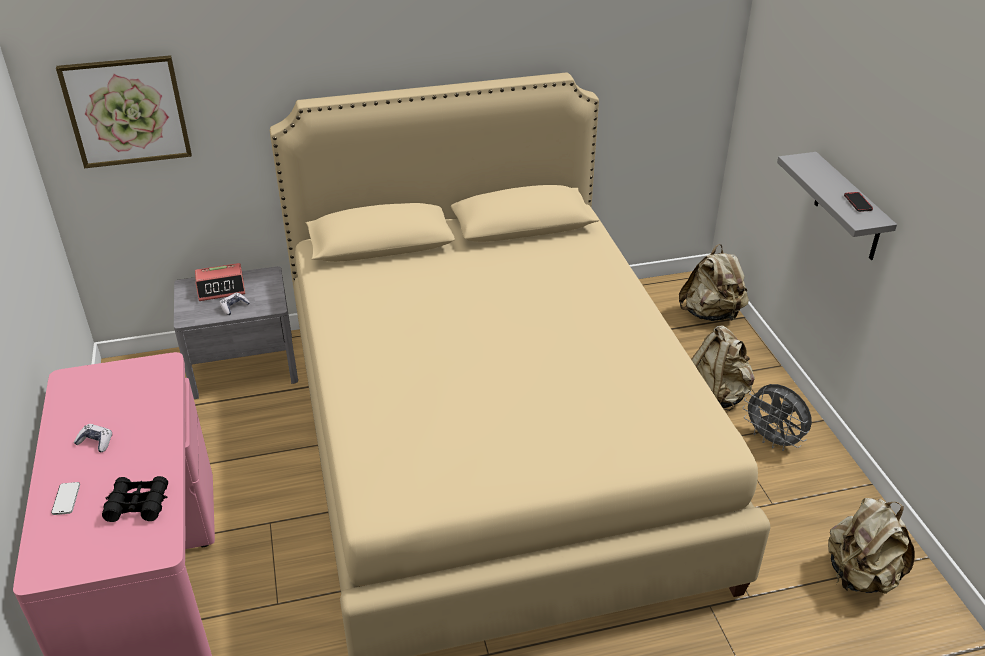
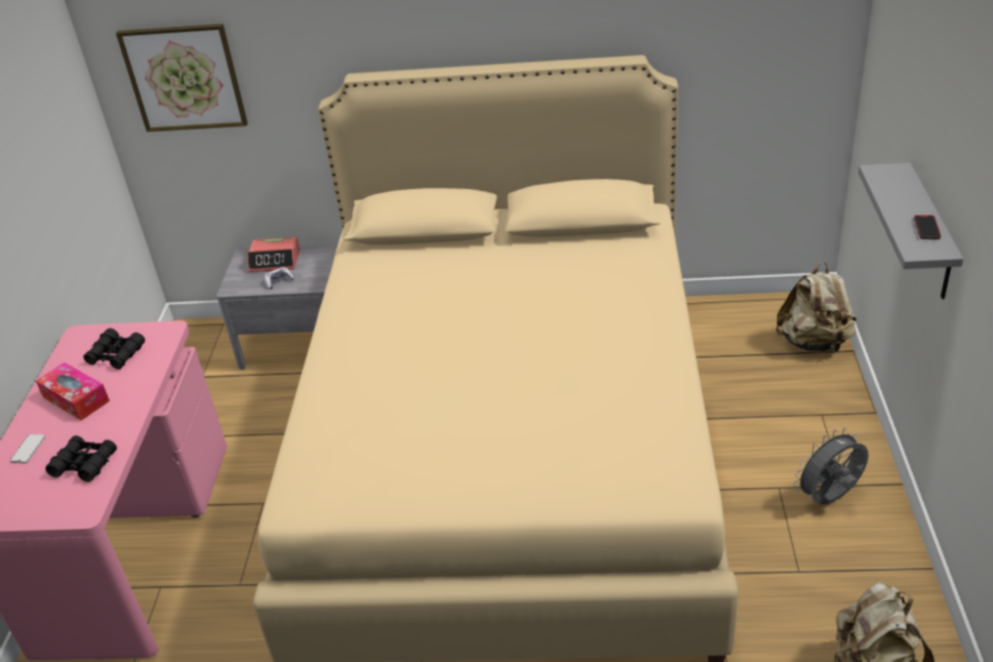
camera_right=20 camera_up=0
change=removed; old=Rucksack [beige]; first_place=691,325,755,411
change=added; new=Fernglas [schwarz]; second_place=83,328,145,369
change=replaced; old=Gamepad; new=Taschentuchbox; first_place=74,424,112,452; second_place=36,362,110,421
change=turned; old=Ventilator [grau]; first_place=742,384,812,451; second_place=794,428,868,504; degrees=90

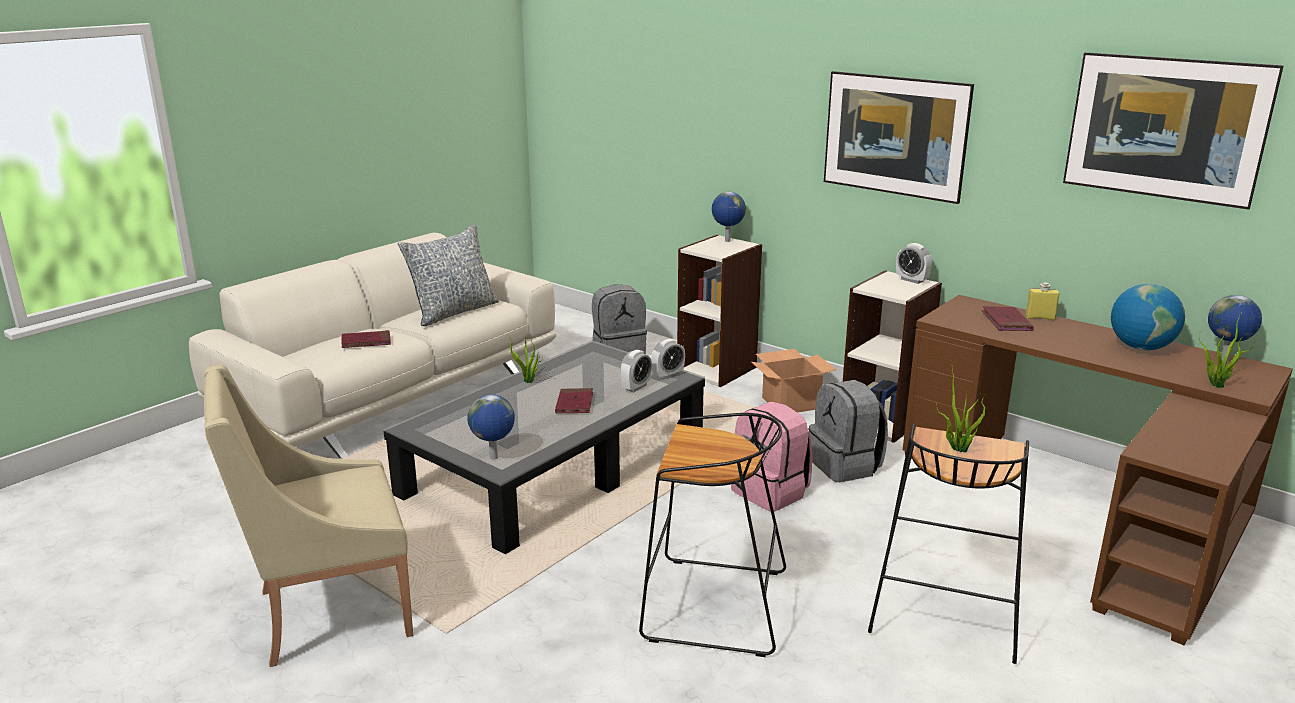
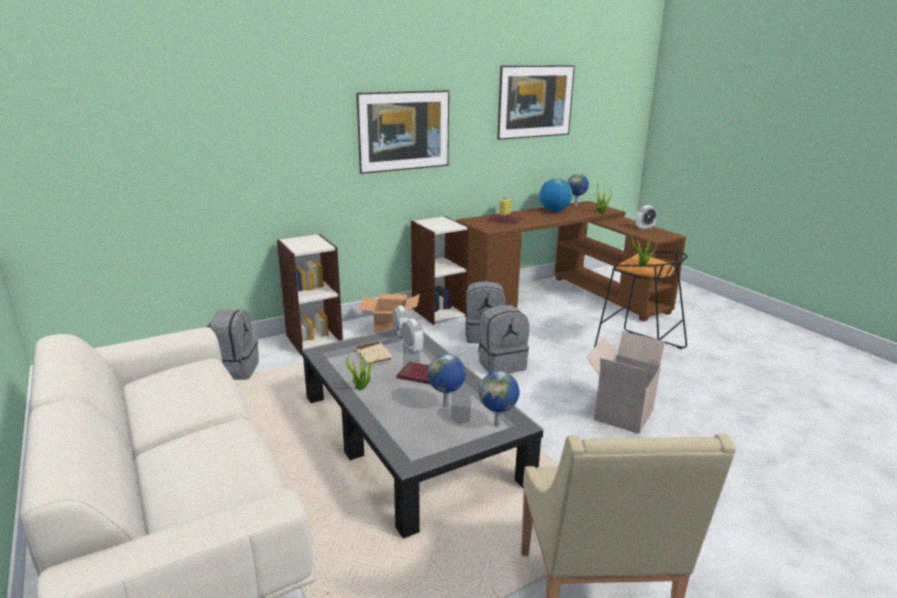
camera_right=-70 camera_up=0
change=removed; old=Buch [rot]; first_place=341,330,391,348
change=removed; old=Kissen; first_place=398,224,499,326
change=added; new=Buch [beige]; second_place=355,341,393,366
change=moved; old=Globus; first_place=711,192,746,242; second_place=427,354,466,407
change=moved; old=Wecker; first_place=896,243,932,284; second_place=635,205,657,230
change=replaced; old=Hocker [schwarz]; new=Karton; first_place=639,413,786,657; second_place=586,331,671,434
change=recoloured; old=Rucksack [rosa]; new=Rucksack [grau]; first_place=731,401,812,512; second_place=478,305,529,373

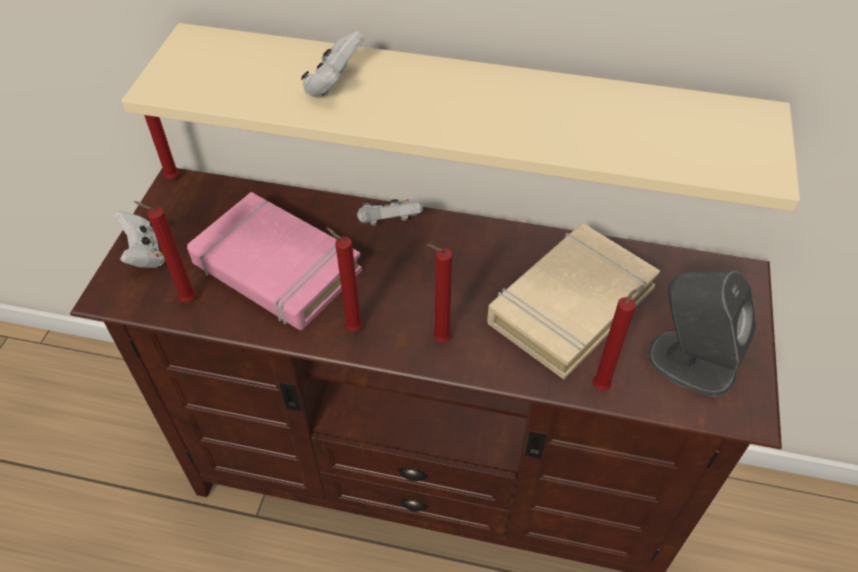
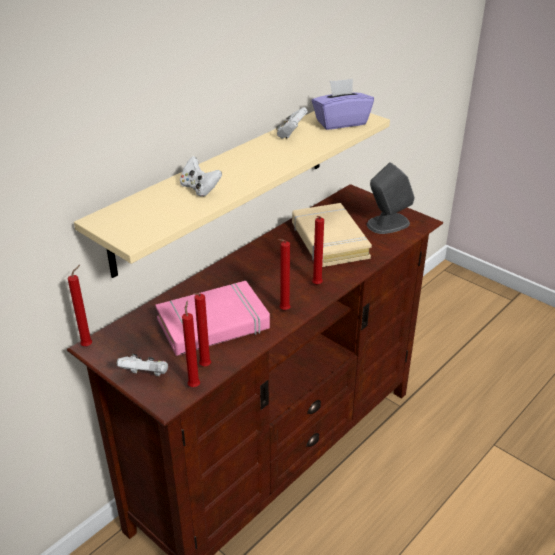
camera_right=-60 camera_up=-15
change=added; new=Taschentuchbox [lila]; second_place=312,78,374,130
change=moved; old=Gamepad [weiß]; first_place=357,199,423,226; second_place=276,107,308,139
change=moved; old=Kerze [rot]; first_place=592,285,644,391; second_place=182,301,200,387

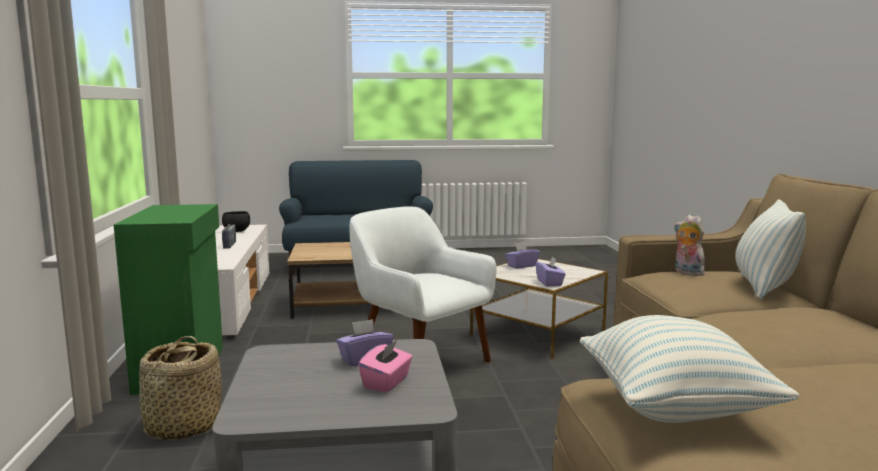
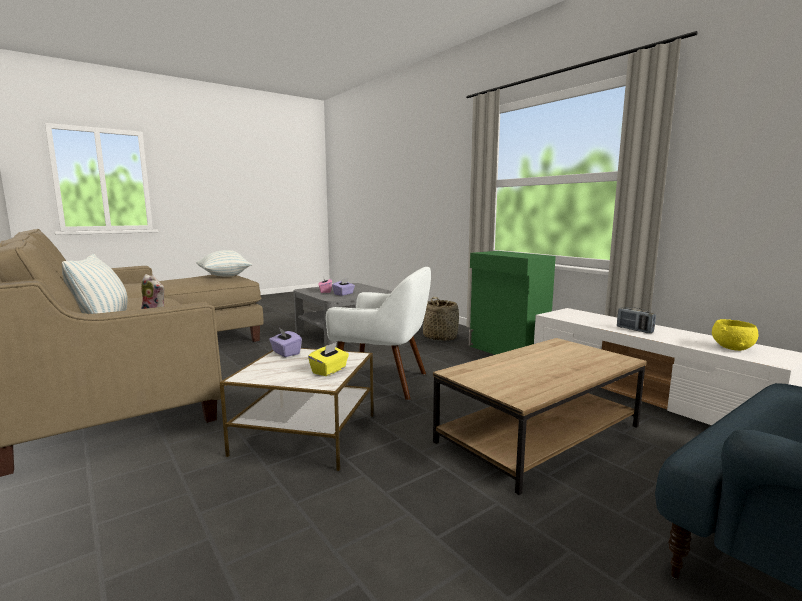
camera_right=150 camera_up=0
change=recoloured; old=Schüssel [schwarz]; new=Schüssel [gelb]; first_place=222,211,250,232; second_place=712,319,758,351
change=recoloured; old=Taschentuchbox [lila]; new=Taschentuchbox [gelb]; first_place=505,242,540,269; second_place=308,342,349,376

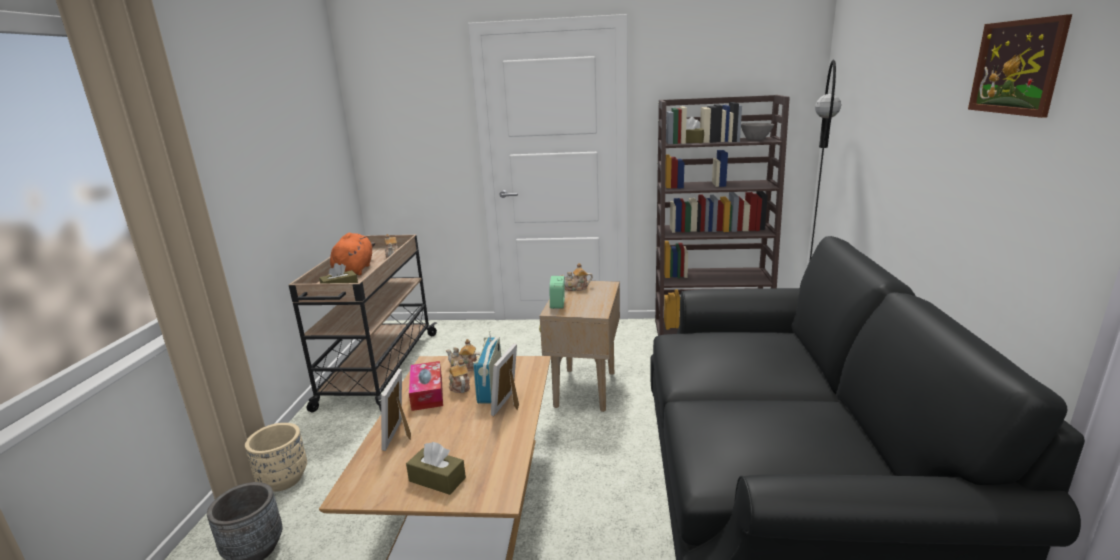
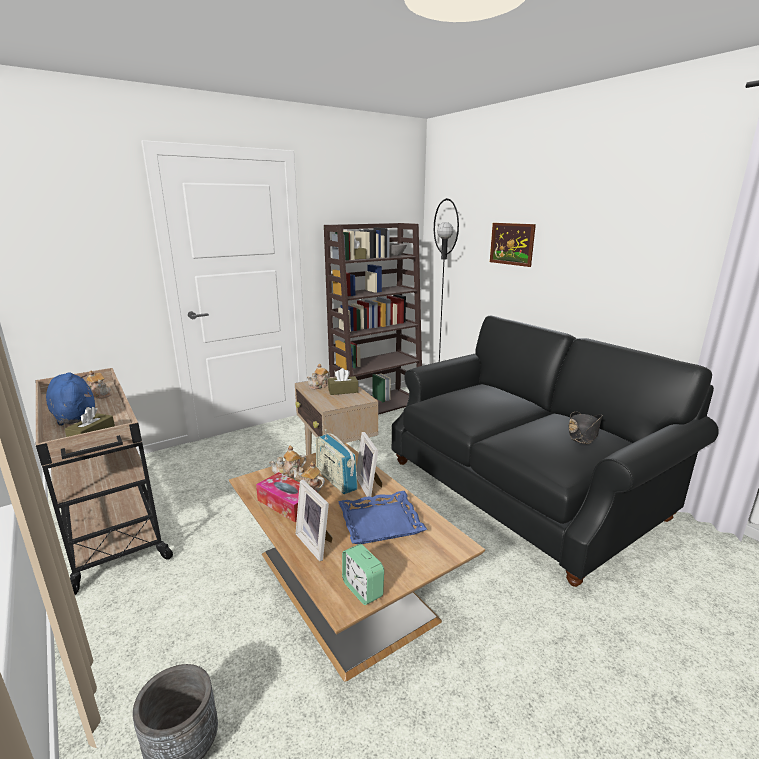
camera_right=-40 camera_up=0
change=removed; old=Pflanzkübel [beige]; first_place=245,423,307,492
change=added; new=Tablett [blau]; second_place=338,491,427,544
change=added; new=Hut [schwarz]; second_place=568,411,602,444
change=moved; old=Taschentuchbox [braun]; first_place=406,442,466,495; second_place=328,368,358,395
change=moved; old=Wecker; first_place=550,276,565,309; second_place=342,544,384,605
change=moved; old=Bild; first_place=968,14,1072,118; second_place=490,223,536,267
change=recoloured; old=Plüschtier [orange]; new=Plüschtier [blau]; first_place=330,233,375,275; second_place=46,372,95,426

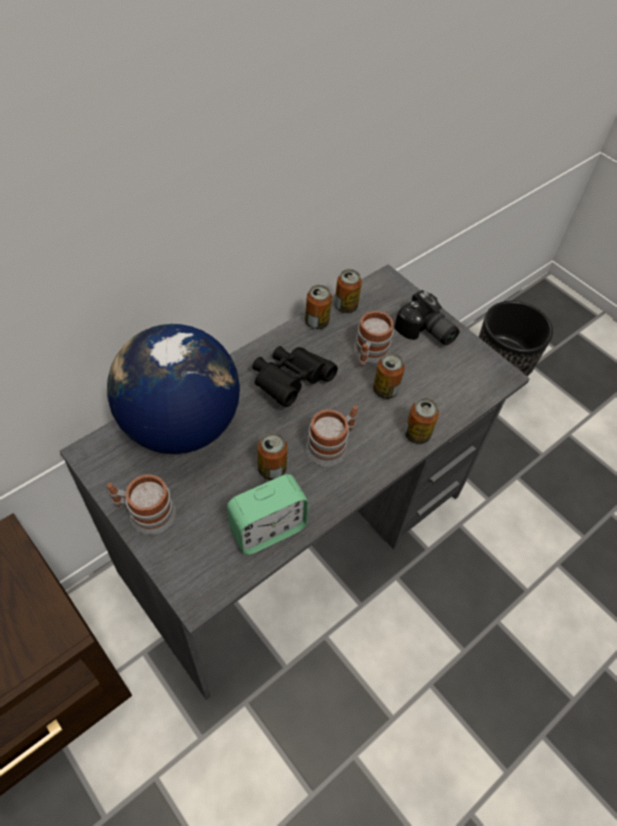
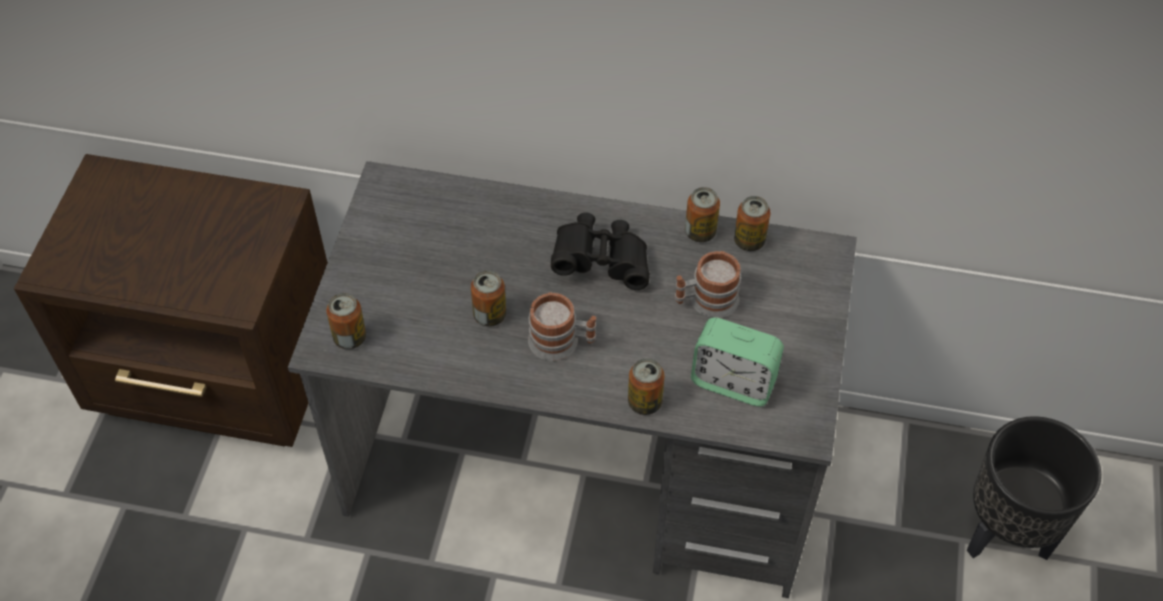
camera_right=55 camera_up=0
change=removed; old=Globus; first_place=107,324,240,454
change=removed; old=Henkelbecher; first_place=107,474,176,535
change=removed; old=Kamera; first_place=394,290,460,346
change=moved; old=Wecker; first_place=227,474,308,555; second_place=691,317,784,406
change=moved; old=Dose; first_place=373,353,405,399; second_place=326,293,366,349

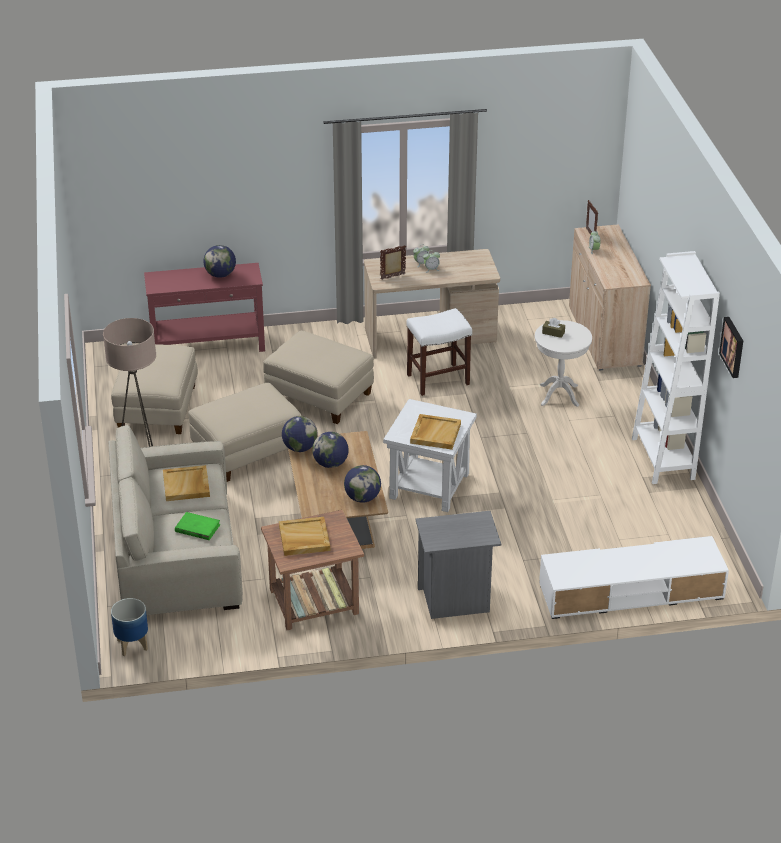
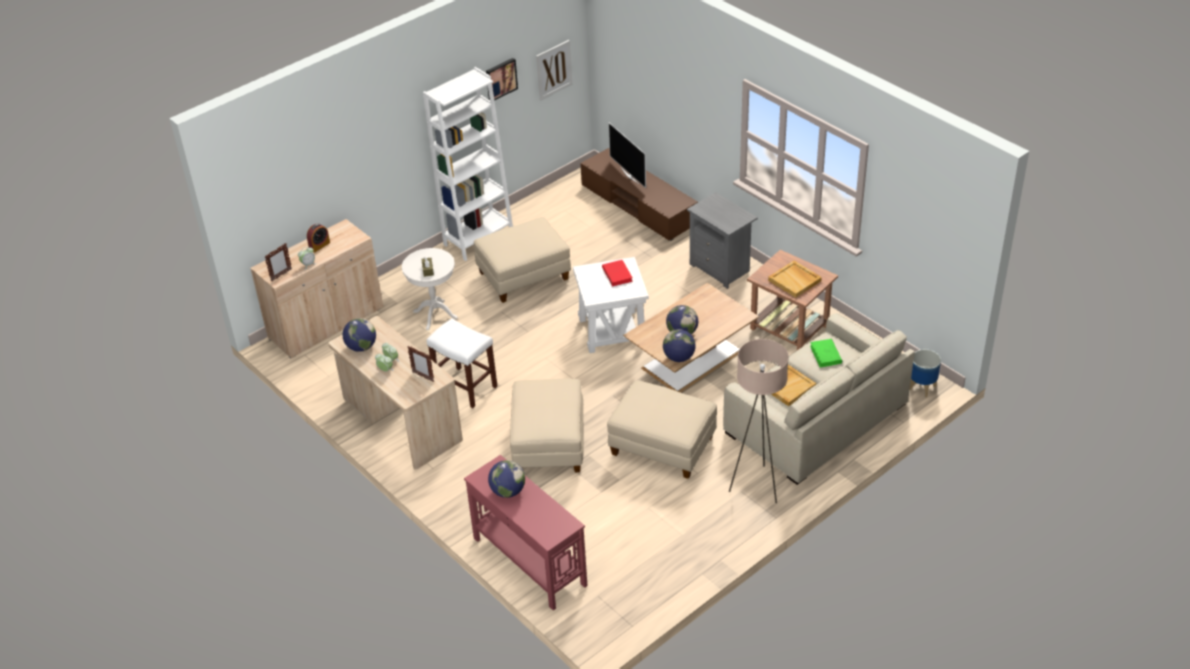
camera_right=-120 camera_up=5
change=added; new=Wecker; second_place=307,223,330,252
change=added; new=Bild; second_place=536,40,572,100
change=added; new=Fernseher; second_place=609,123,646,188
change=moved; old=Polsterhocker [beige]; first_place=111,344,198,434; second_place=474,217,571,303
change=moved; old=Globus; first_place=344,465,381,503; second_place=343,318,376,352
change=replaced; old=Tablett [beige]; new=Buch [rot]; first_place=410,414,461,450; second_place=602,260,633,286
change=recoloured; old=Fernsehschrank [weiß]; new=Fernsehschrank [braun]; first_place=539,536,729,619; second_place=581,148,698,241

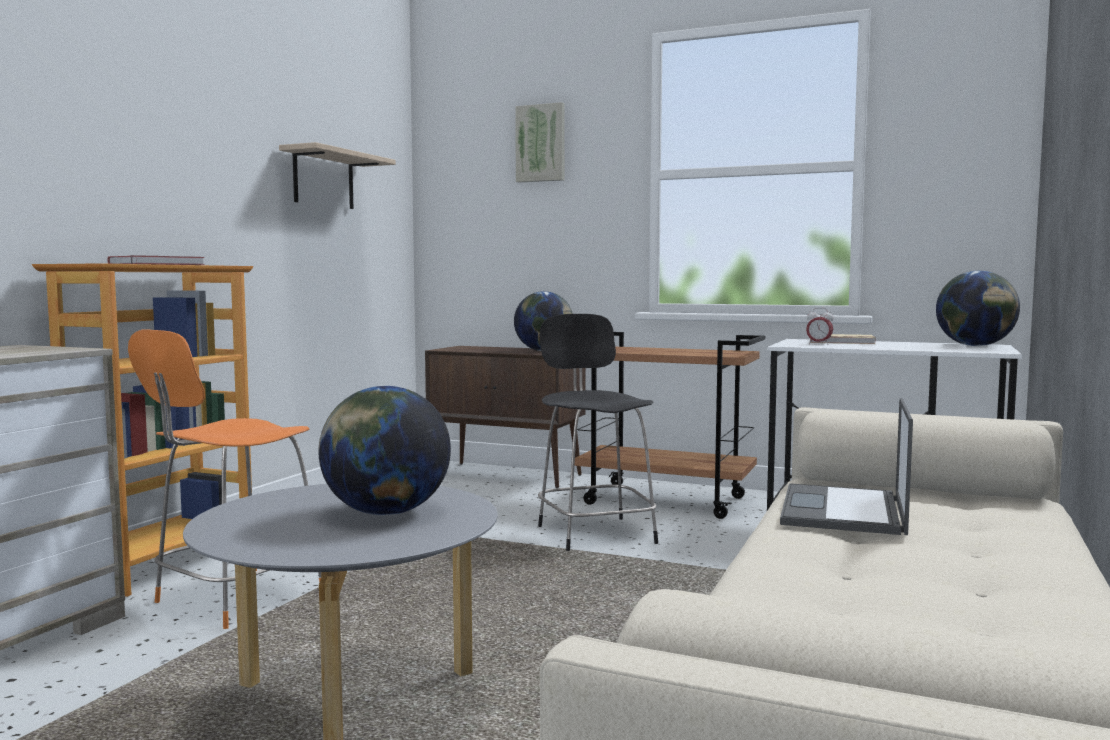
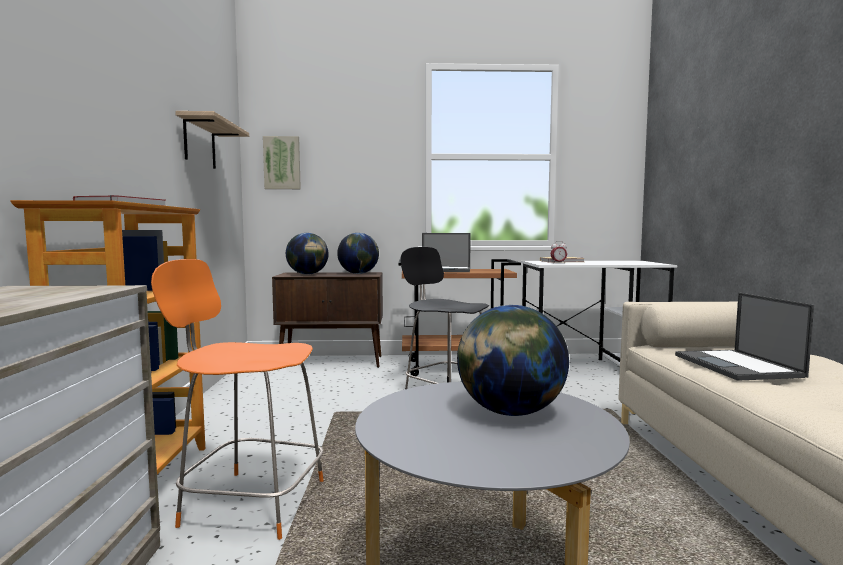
camera_right=-25 camera_up=0
change=added; new=Laptop; second_place=422,233,471,272
change=moved; old=Bild; first_place=515,102,565,183; second_place=263,136,301,189
change=moved; old=Globus; first_place=936,271,1020,346; second_place=286,233,329,275
change=turned; old=Stuhl [orange]; first_place=128,329,321,629; second_place=151,259,324,540; degrees=90

